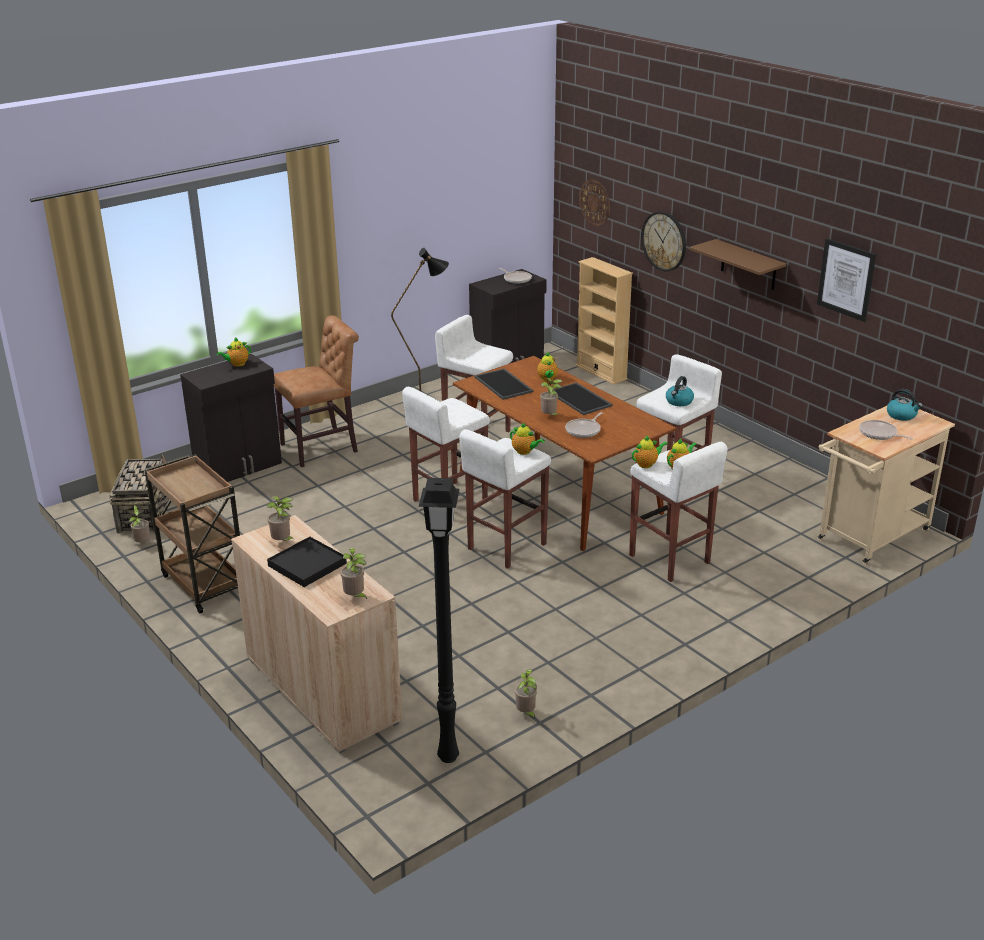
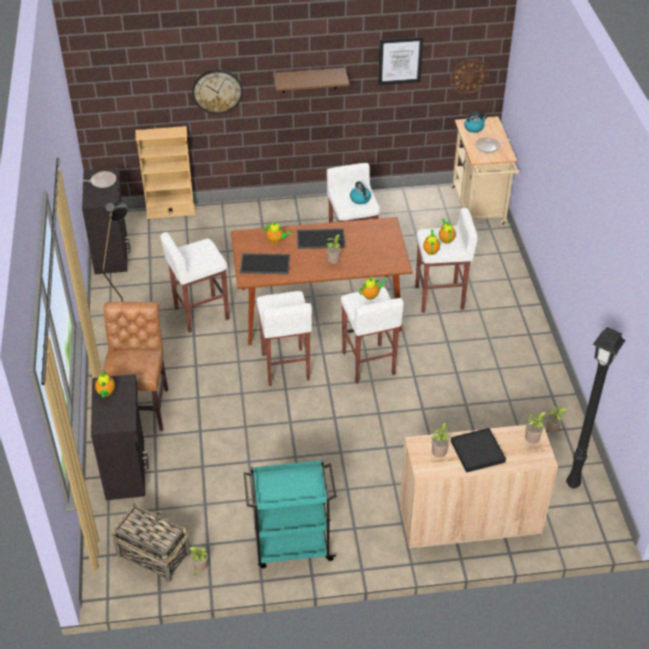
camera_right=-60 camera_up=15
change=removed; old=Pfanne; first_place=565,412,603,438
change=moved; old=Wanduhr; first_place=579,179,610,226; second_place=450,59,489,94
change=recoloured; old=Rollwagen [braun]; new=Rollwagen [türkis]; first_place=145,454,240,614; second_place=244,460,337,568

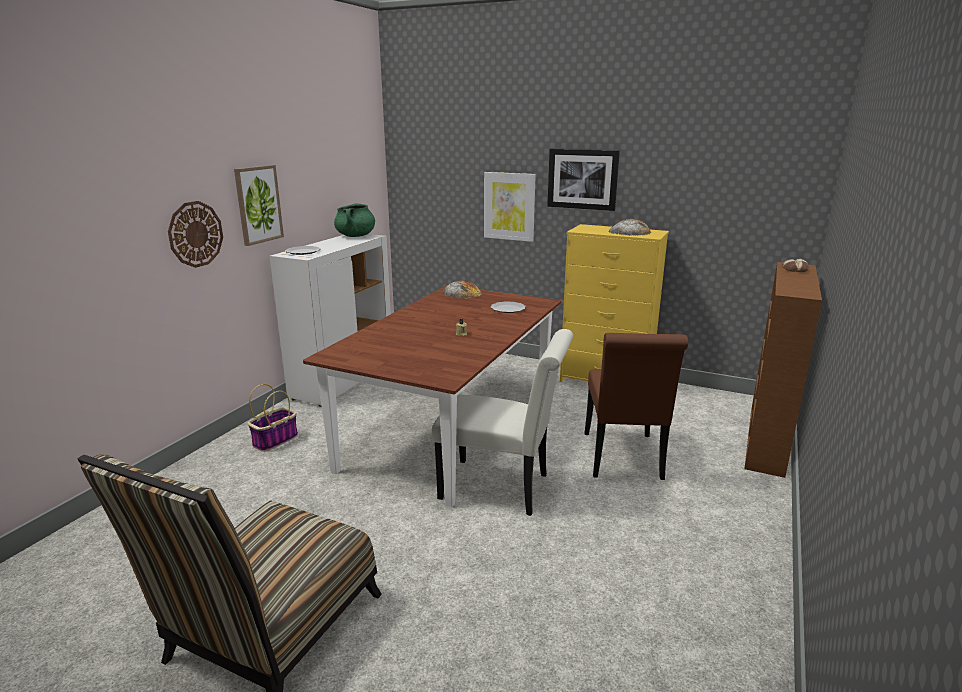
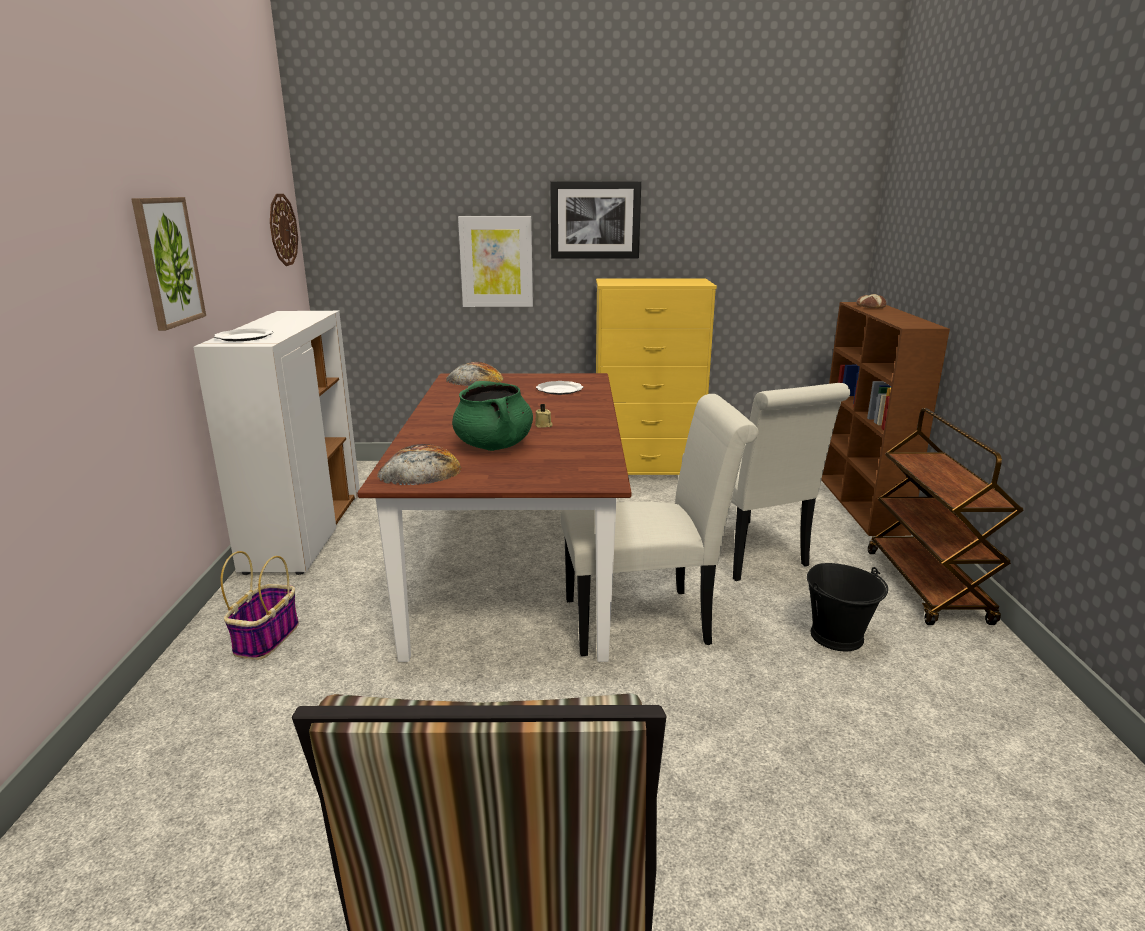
camera_right=-25 camera_up=0
change=added; new=Eimer [schwarz]; second_place=807,563,888,651
change=added; new=Rollwagen [braun]; second_place=868,408,1024,625
change=moved; old=Wanduhr; first_place=168,201,223,268; second_place=270,194,298,266
change=moved; old=Kochtopf [grün]; first_place=334,203,375,237; second_place=452,381,533,451
change=moved; old=Brot; first_place=609,218,651,235; second_place=378,444,461,485
change=recoloured; old=Stuhl [braun]; new=Stuhl [weiß]; first_place=585,333,688,480; second_place=682,383,850,581

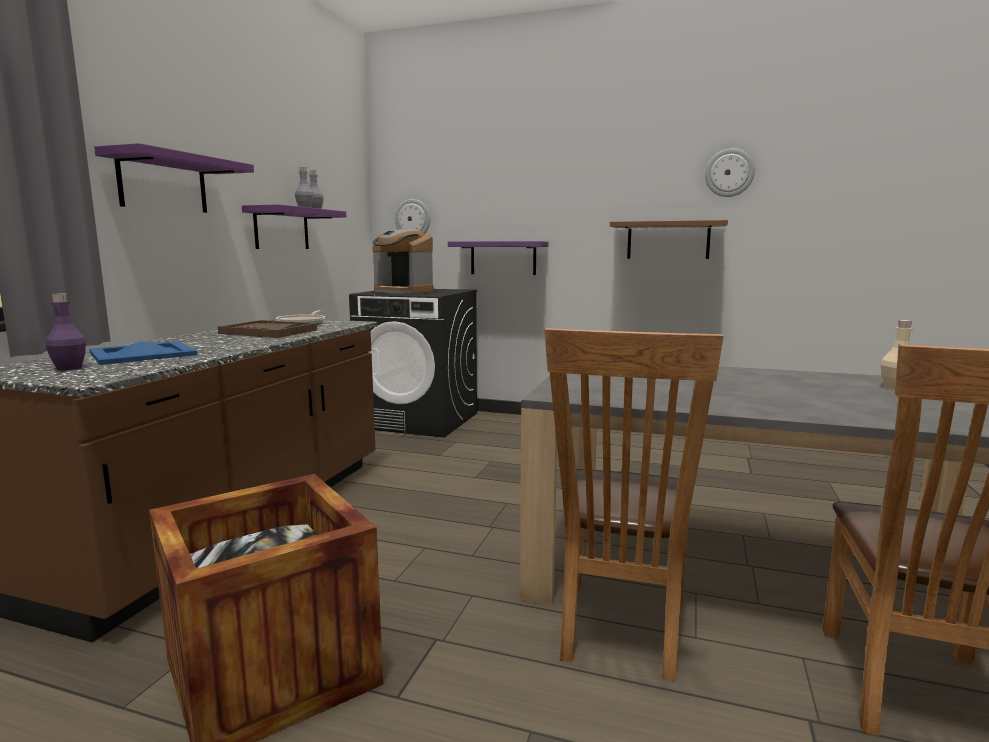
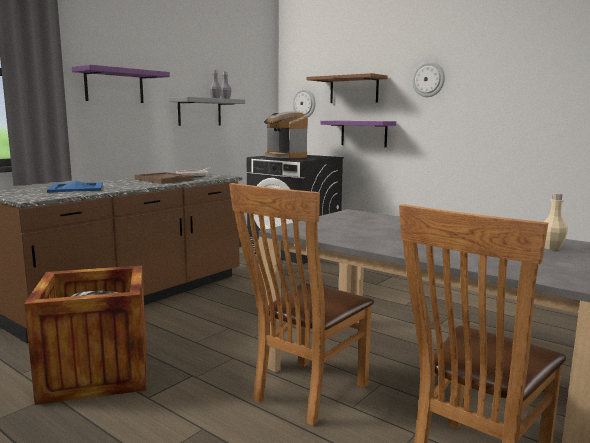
camera_right=20 camera_up=0
change=removed; old=Flasche [lila]; first_place=45,293,86,370
change=moved; old=Wandregal [braun]; first_place=610,220,728,259; second_place=307,73,388,103
change=moved; old=Wanduhr; first_place=705,148,755,197; second_place=412,61,445,97
change=recoloured; old=Wandregal [lila]; new=Wandregal [grau]; first_place=242,204,346,249; second_place=169,97,245,126

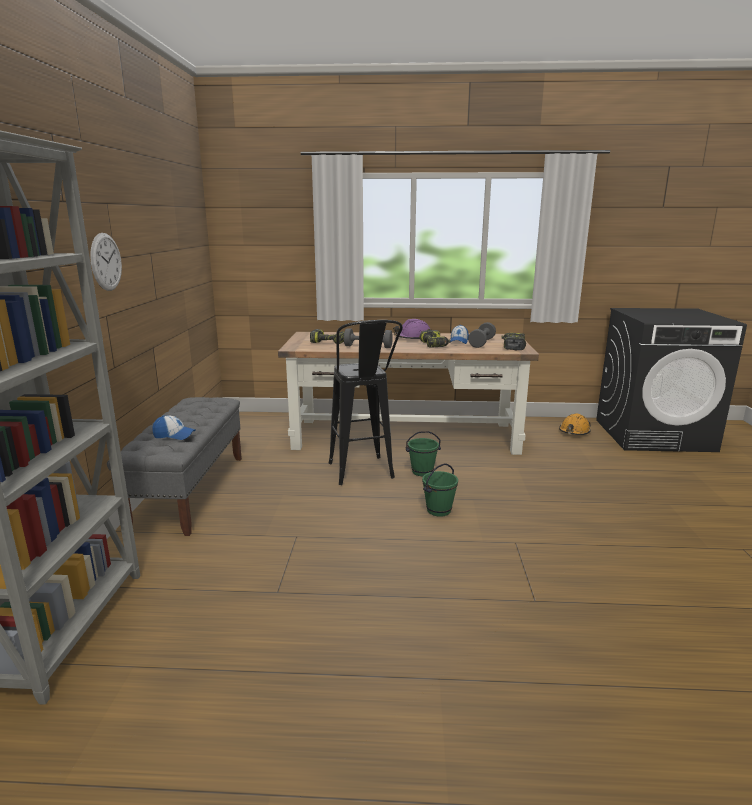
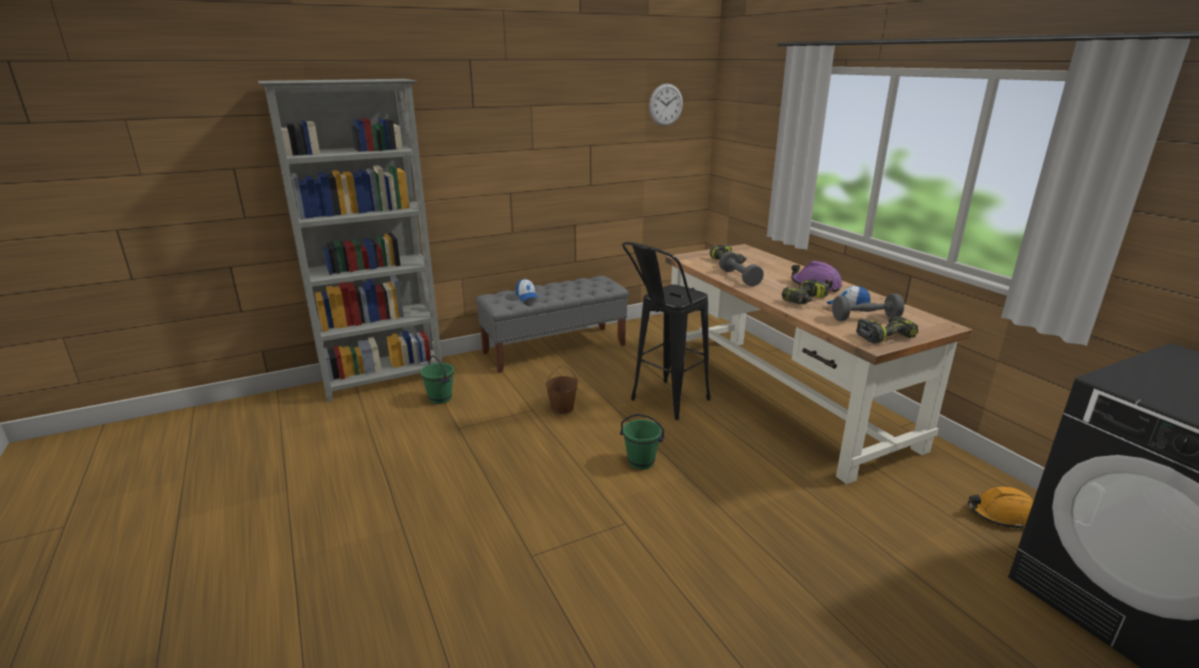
camera_right=60 camera_up=5
change=added; new=Eimer [braun]; second_place=545,366,578,414
change=moved; old=Wanduhr; first_place=90,233,122,291; second_place=649,84,683,126
change=moved; old=Eimer [grün]; first_place=406,431,441,476; second_place=420,356,454,404

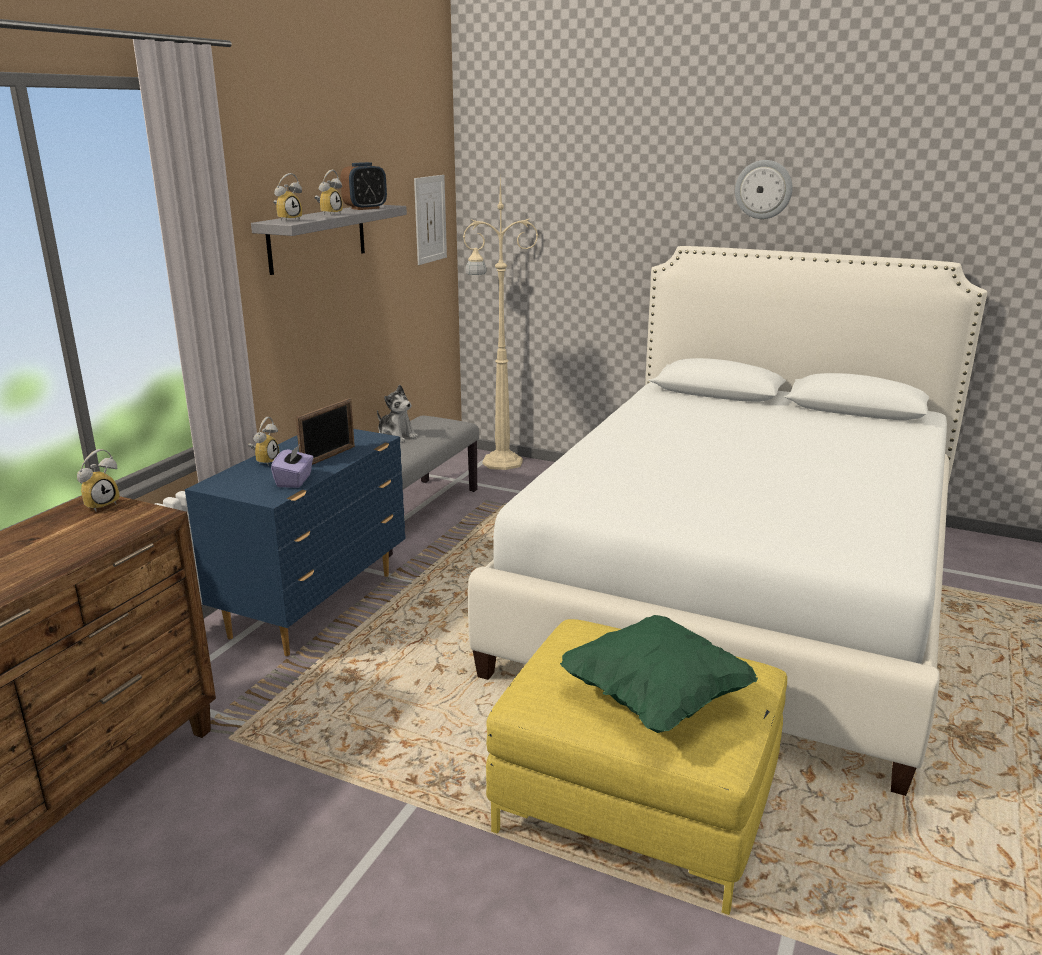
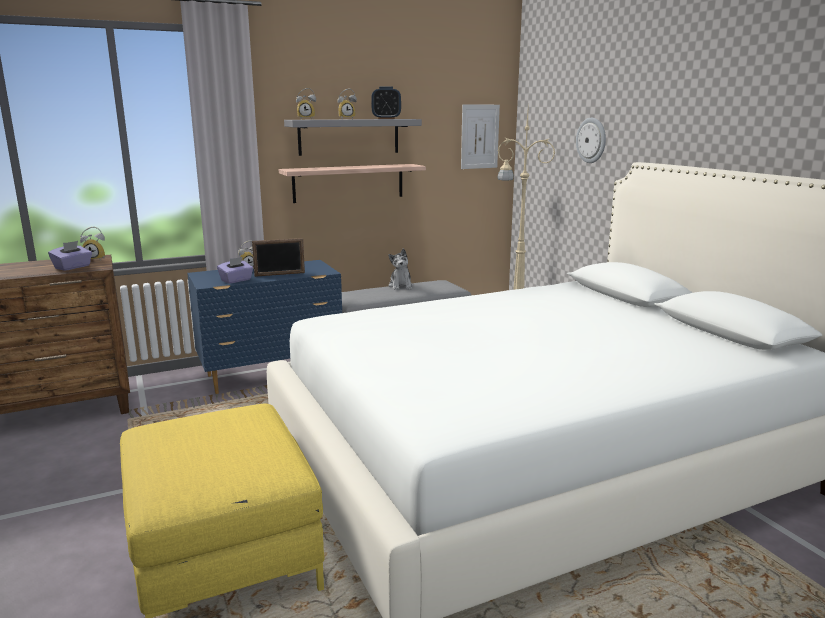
camera_right=40 camera_up=-5
change=removed; old=Kissen [grün]; first_place=560,615,758,733
change=added; new=Taschentuchbox [lila]; second_place=48,241,92,271
change=added; new=Wandregal; second_place=279,164,426,203
change=moved; old=Wanduhr; first_place=735,160,793,219; second_place=576,118,606,163

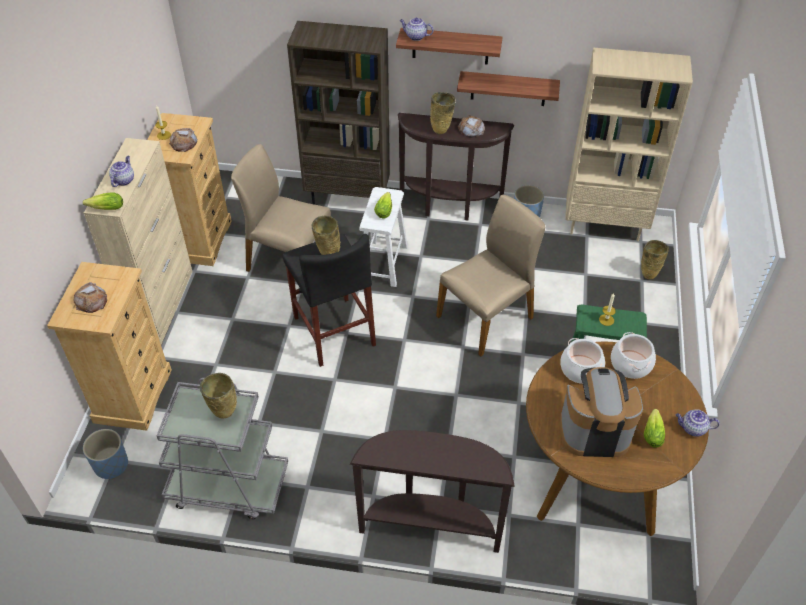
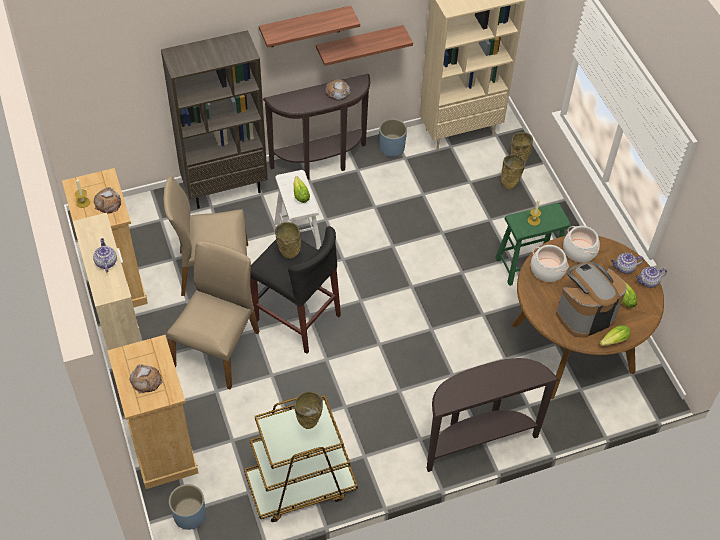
camera_right=-30 camera_up=5
change=moved; old=Salatkopf; first_place=83,192,123,210; second_place=599,325,631,346
change=moved; old=Teekanne; first_place=400,18,434,41; second_place=611,253,644,274
change=moved; old=Vase [beige]; first_place=430,92,456,134; second_place=501,154,526,189
change=moved; old=Stuhl [beige]; first_place=436,195,545,357; second_place=167,241,260,389
change=recoloured; old=Rollwagen [grau]; new=Rollwagen [braun]; first_place=156,378,288,519; second_place=244,395,358,522

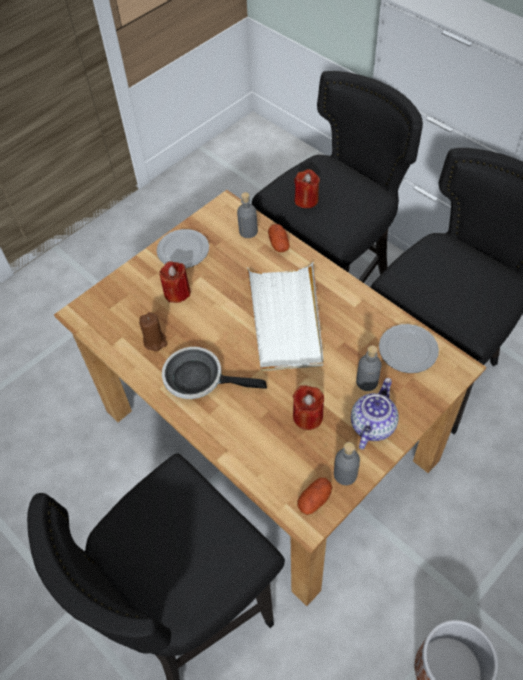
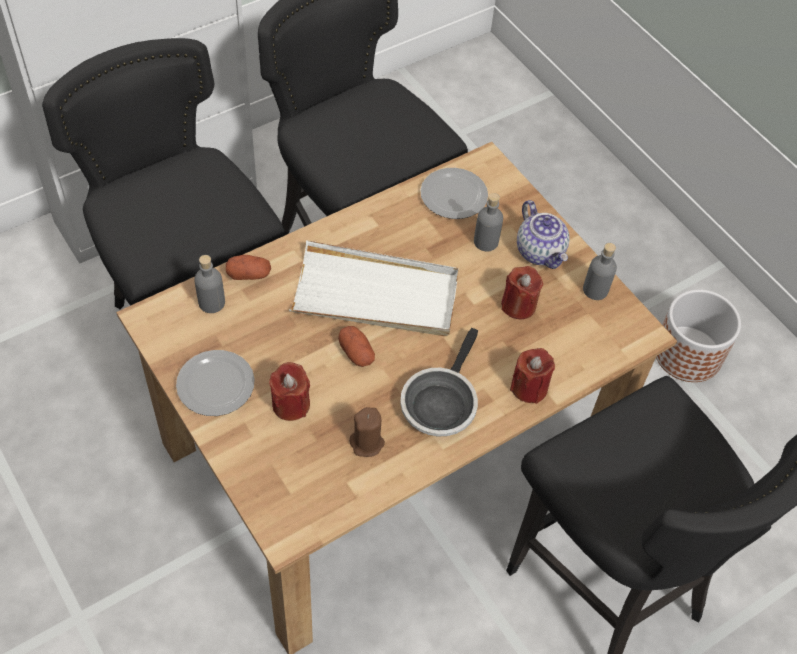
camera_right=-85 camera_up=0
change=moved; old=Kerze [rot]; first_place=294,169,320,208; second_place=510,348,555,404
change=moved; old=Kartoffel; first_place=298,478,332,515; second_place=338,326,375,367
change=turned; old=Teekanne; first_place=351,378,399,450; second_place=517,200,569,269; degrees=-150

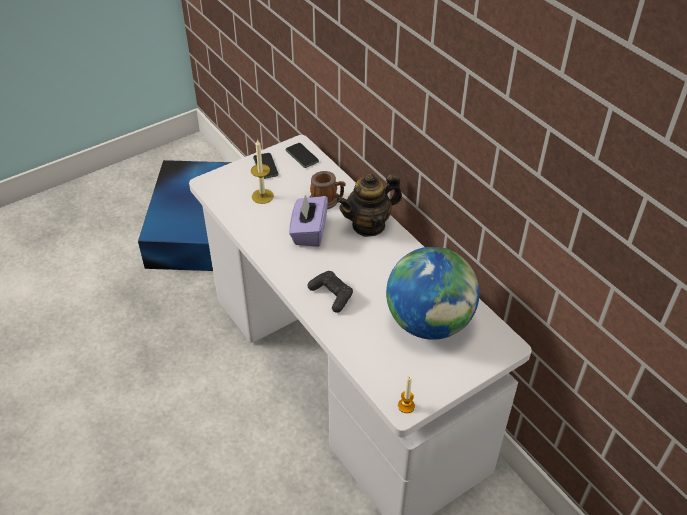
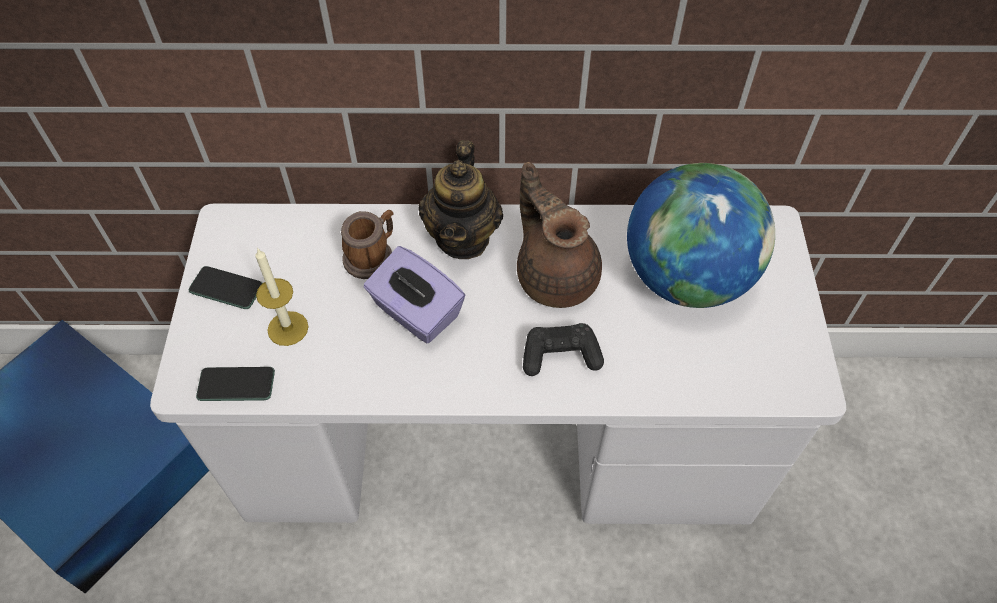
camera_right=-55 camera_up=10
change=removed; old=Kerze; first_place=398,375,415,413
change=added; new=Teekanne [braun]; second_place=517,162,602,308
change=moved; old=Handy; first_place=286,143,319,168; second_place=196,367,275,401

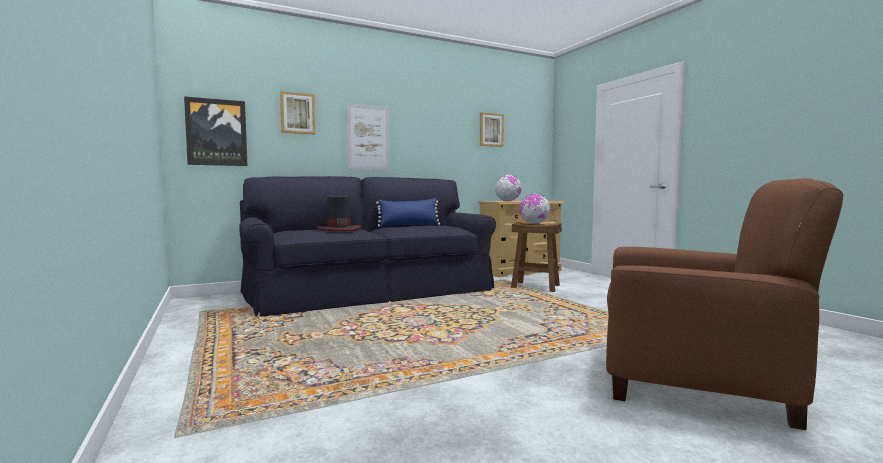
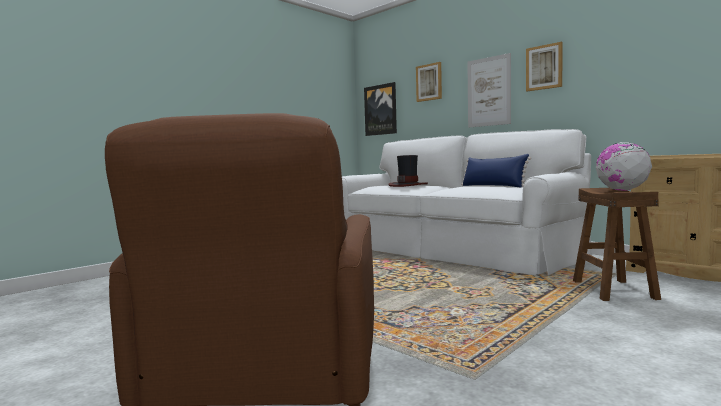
camera_right=70 camera_up=0
change=removed; old=Globus; first_place=495,175,522,201
change=moved; old=Bild; first_place=480,112,504,147; second_place=526,42,563,91
change=recoloured; old=Sofa [schwarz]; new=Sofa [weiß]; first_place=239,176,496,316; second_place=342,129,592,276

